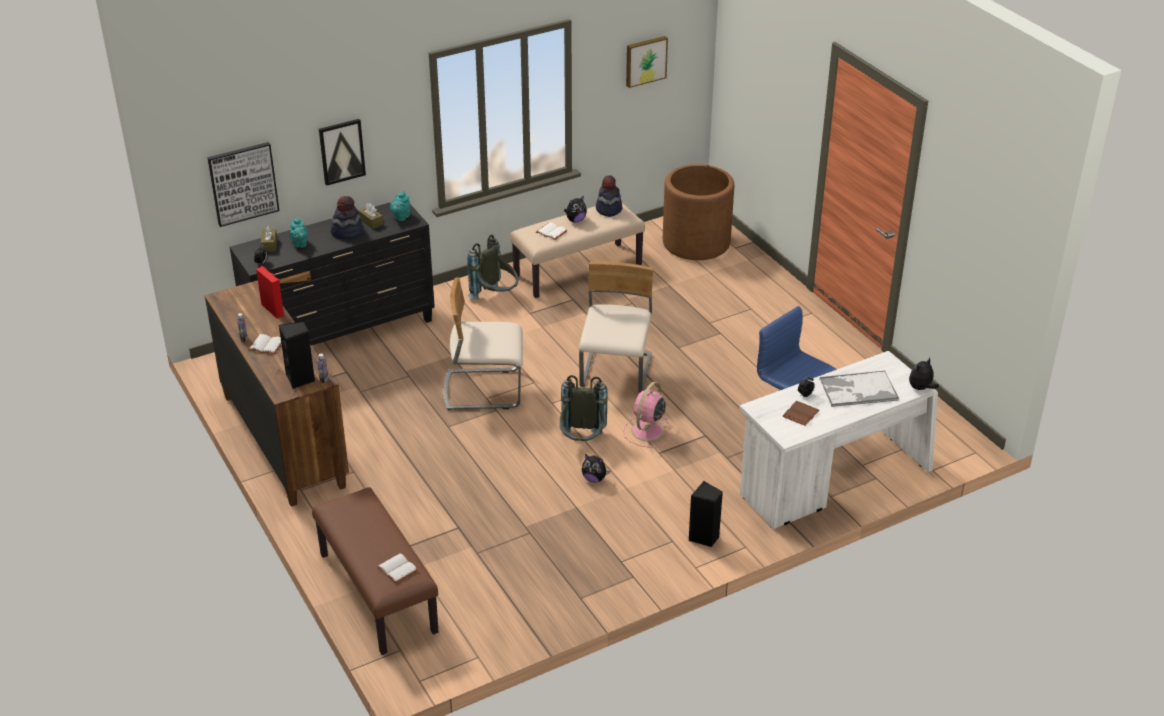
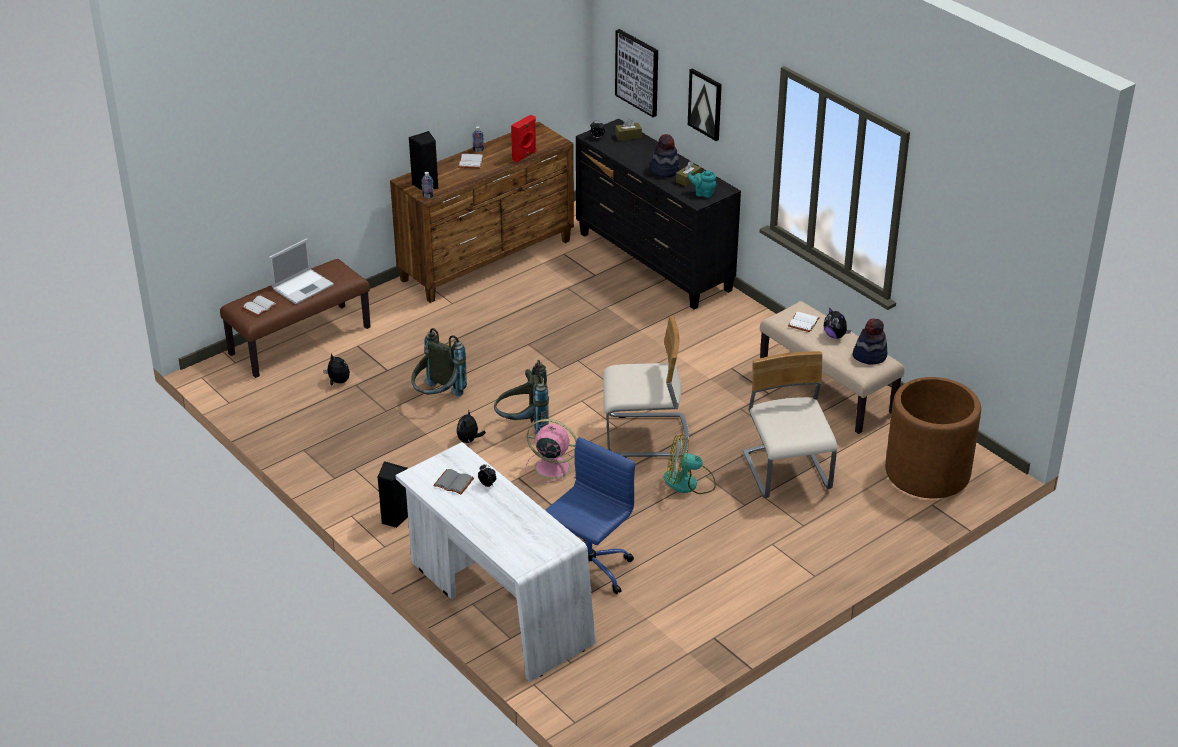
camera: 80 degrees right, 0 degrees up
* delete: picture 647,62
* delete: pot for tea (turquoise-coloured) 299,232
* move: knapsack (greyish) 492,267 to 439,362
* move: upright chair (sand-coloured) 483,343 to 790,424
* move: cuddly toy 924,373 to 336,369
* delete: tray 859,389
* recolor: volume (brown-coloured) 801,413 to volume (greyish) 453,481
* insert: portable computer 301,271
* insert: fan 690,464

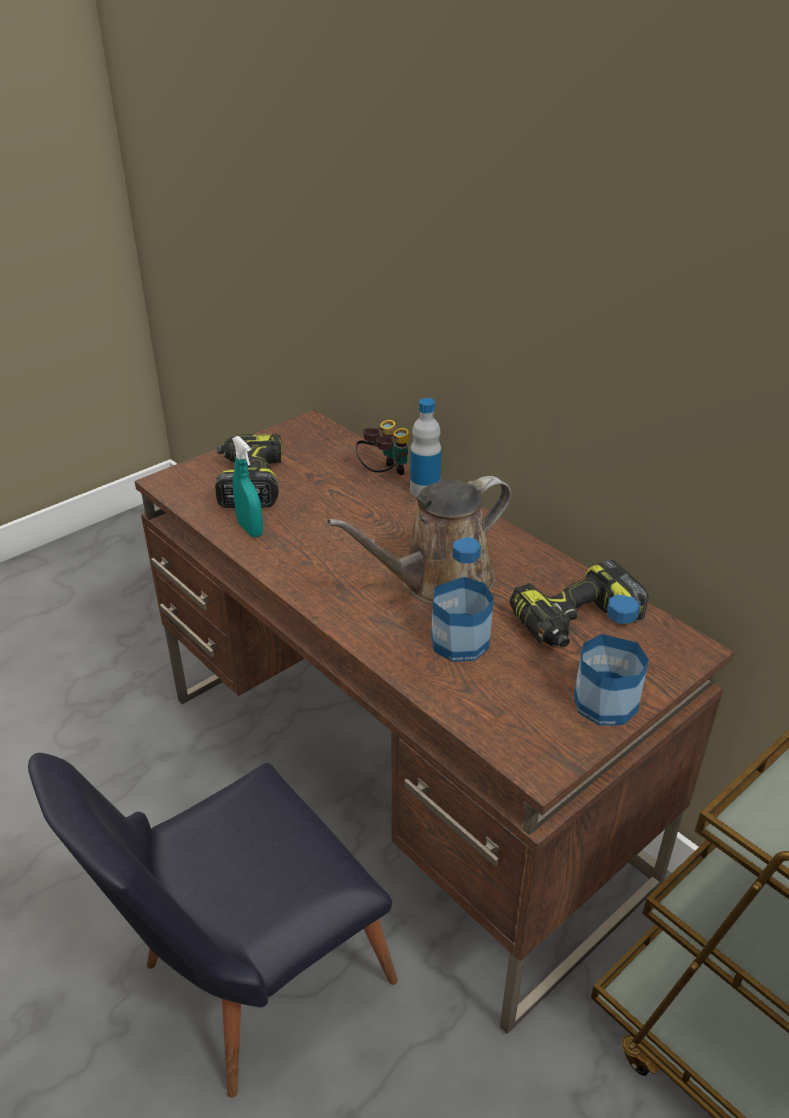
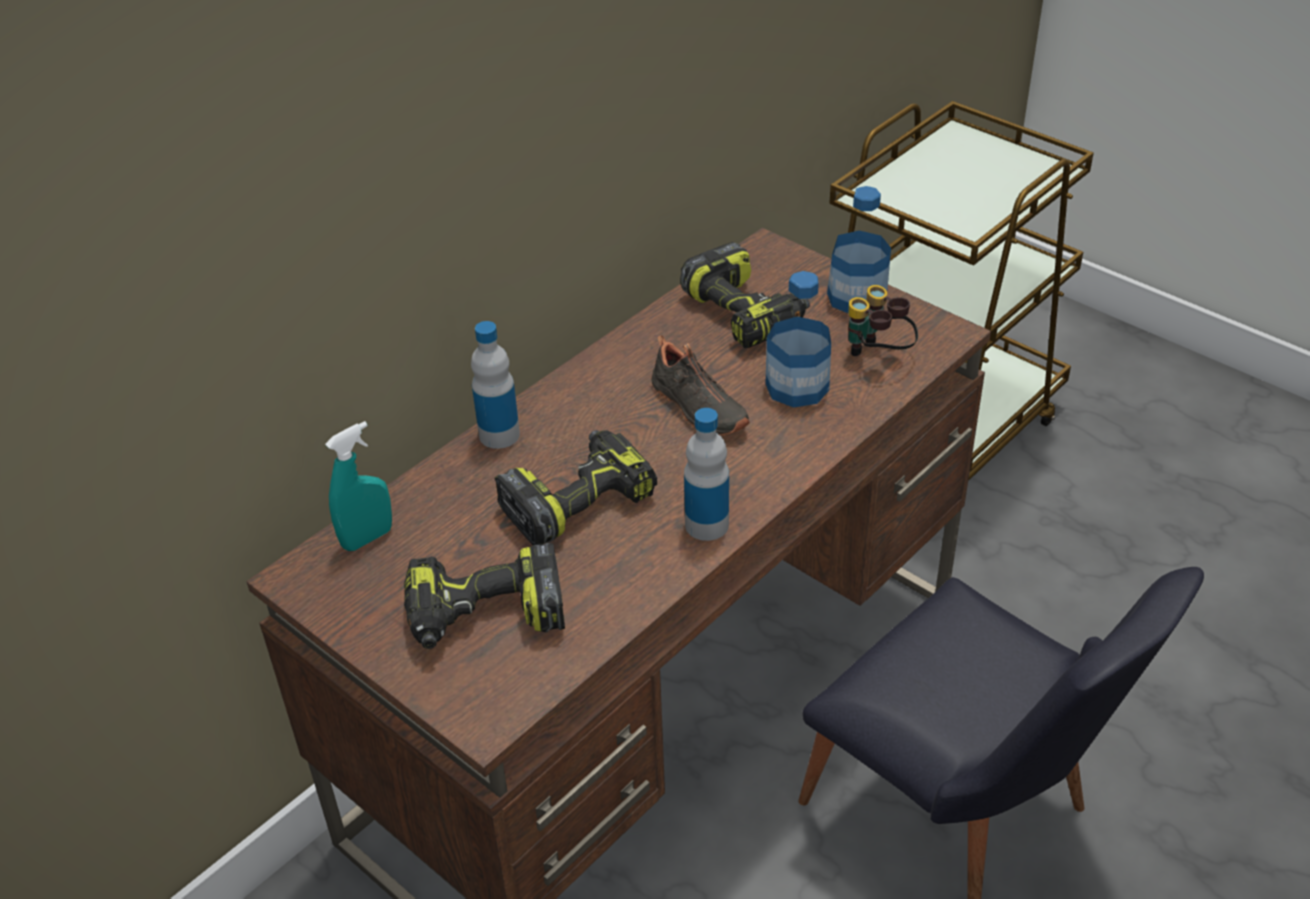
camera: 95 degrees left, 5 degrees up
* move: pair of binoculars 382,447 to 883,320
* move: spray bottle (turquoise-coloured) 247,486 to 358,486
* replace: watering can (brown-coloured) 419,540 to shoe (blackish) 700,385
* insert: bottle 706,474
* insert: drill 576,487

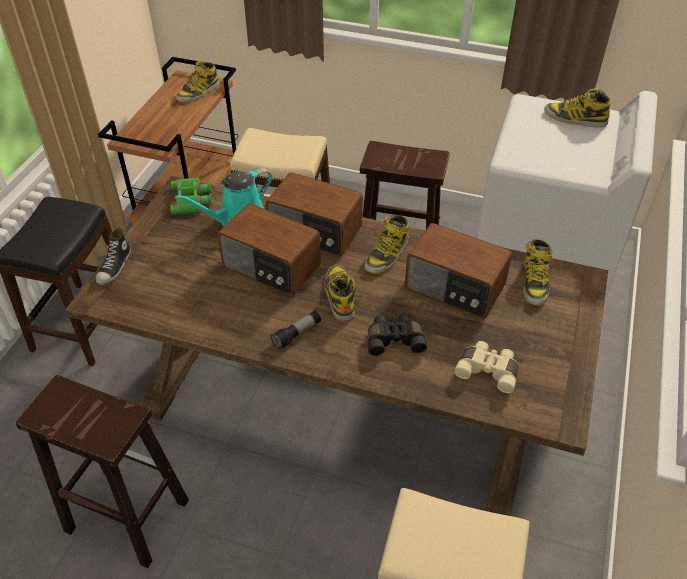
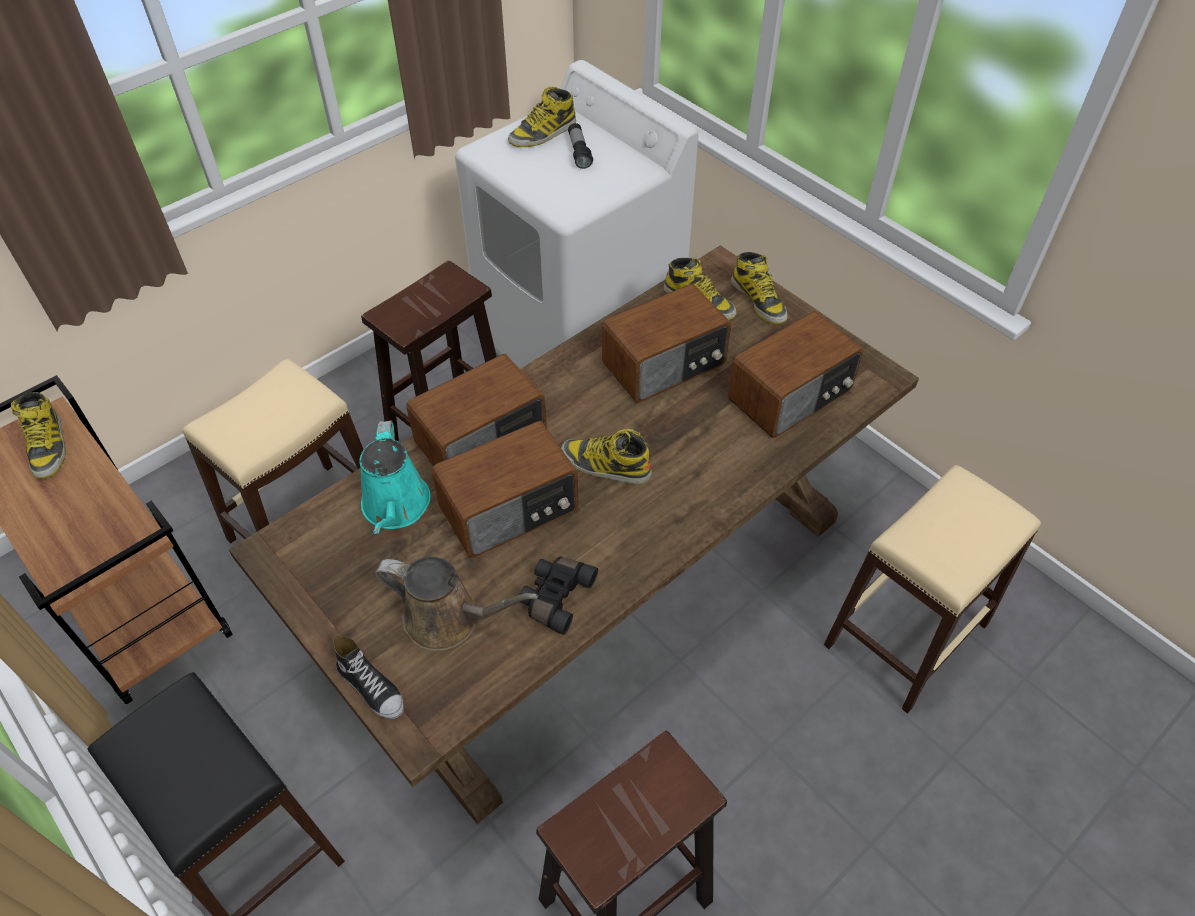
camera: 60 degrees left, 5 degrees up
* delete: pair of binoculars (green) 191,195
* move: high-top boot 387,244 to 759,288
* move: hand torch 296,330 to 580,146
* move: pair of binoculars (blackish) 397,335 to 558,596
* replace: pair of binoculars (sand-coloured) 486,367 to radio set 795,374
* insert: watering can (brown-coloured) 456,604

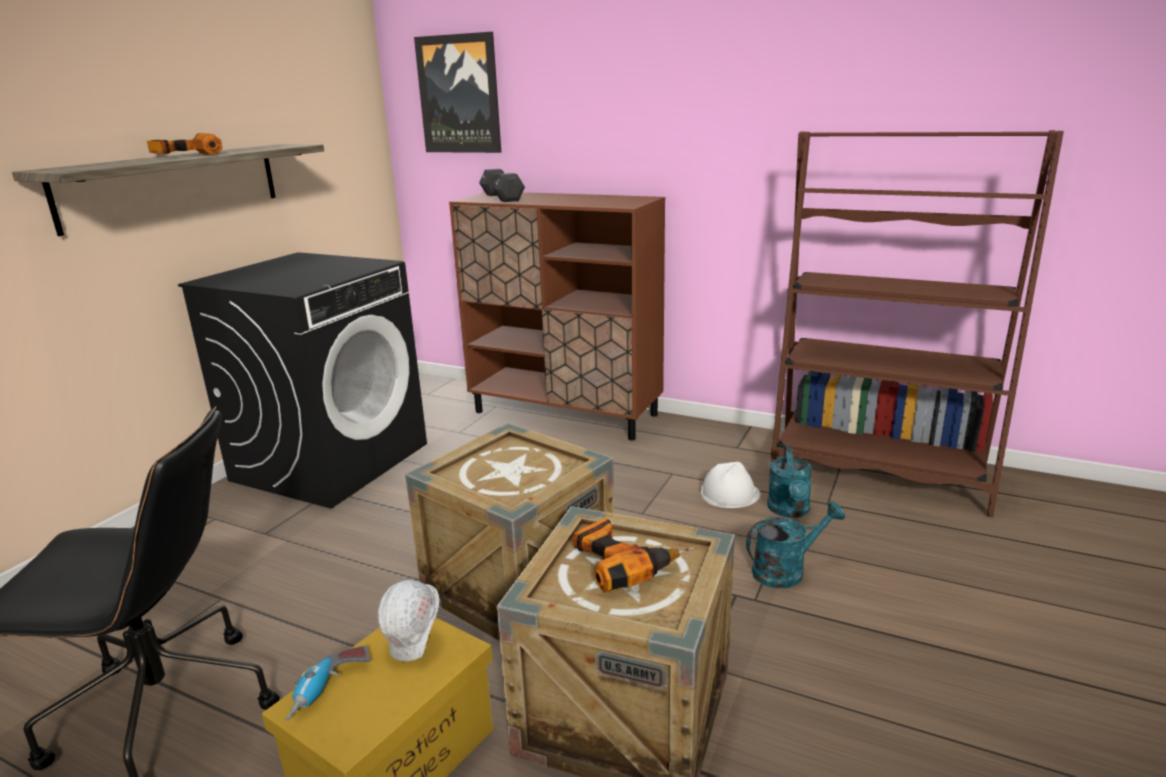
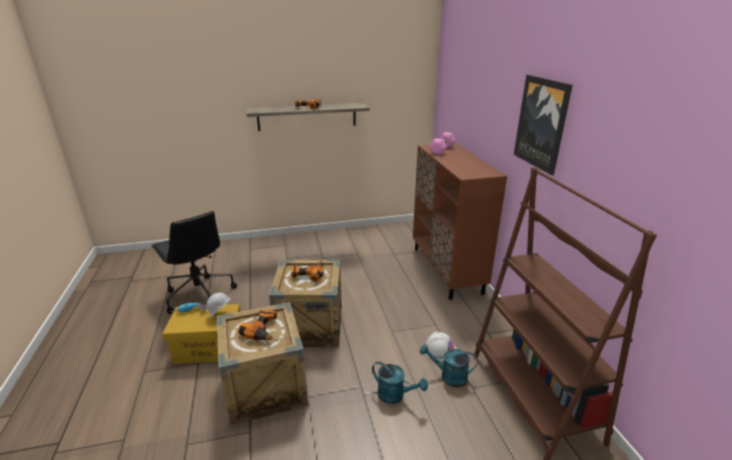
camera: 50 degrees right, 5 degrees up
* move: picture 457,92 to 543,125
* recolor: dumbbell (blackish) 502,185 to dumbbell (pink) 442,143
* delete: laundry appliance (blackish) 302,380
* rotate: watering can (turquoise-coloured) 790,481 = 448,365 45 degrees clockwise
* insert: drill 307,270

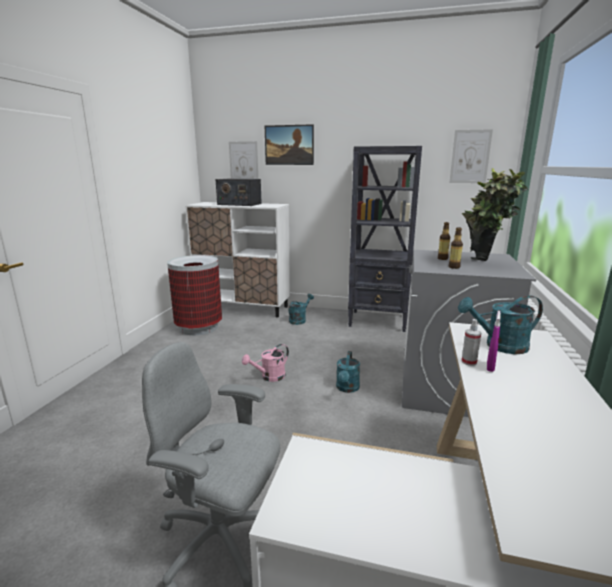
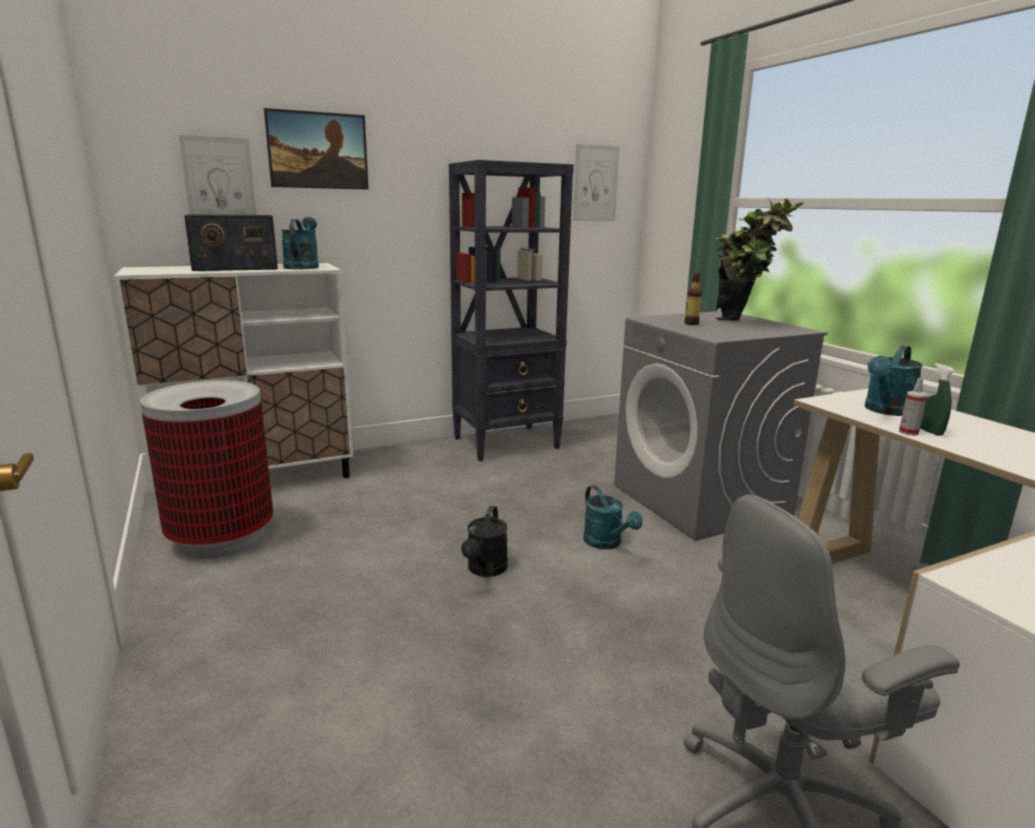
camera: 40 degrees left, 0 degrees up
* delete: bottle 456,248
* move: watering can (turquoise-coloured) 301,309 to 300,243
* recolor: spray bottle (purple) 494,341 to spray bottle (green) 937,399
* recolor: watering can (pink) 265,363 to watering can (blackish) 484,541

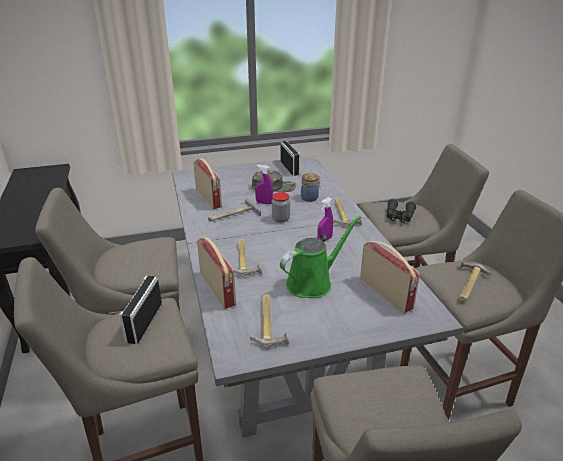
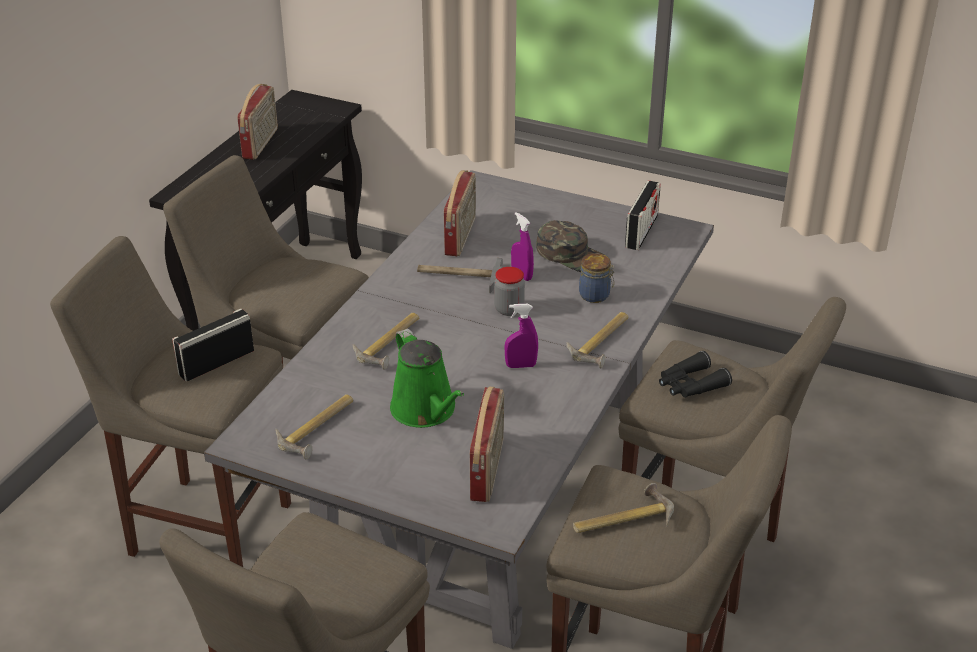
camera: 40 degrees right, 5 degrees up
* rotate: watering can (green) 320,257 = 427,378 60 degrees clockwise
* move: radio set 216,273 to 257,122

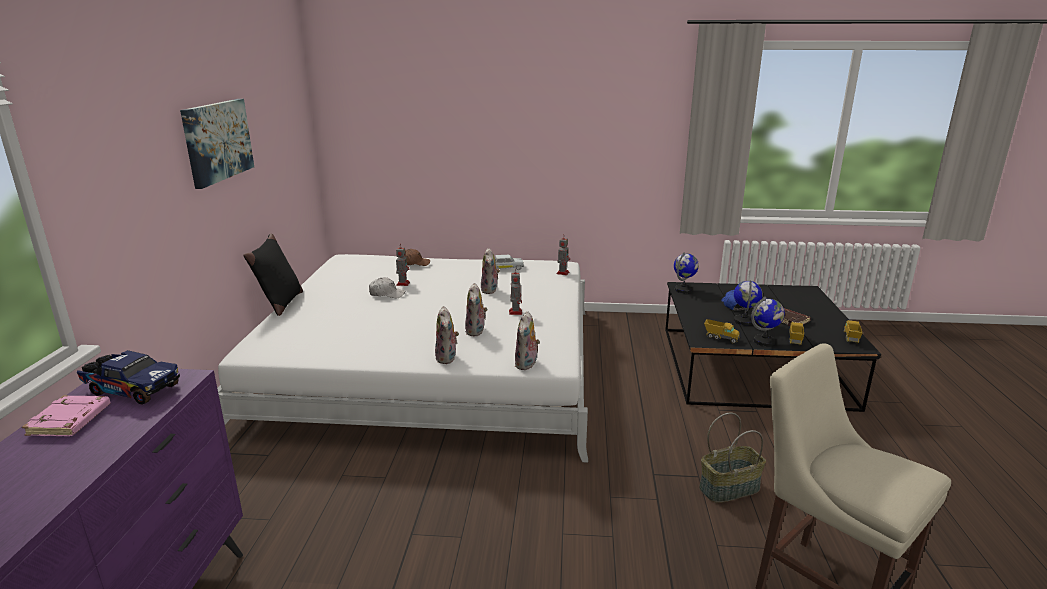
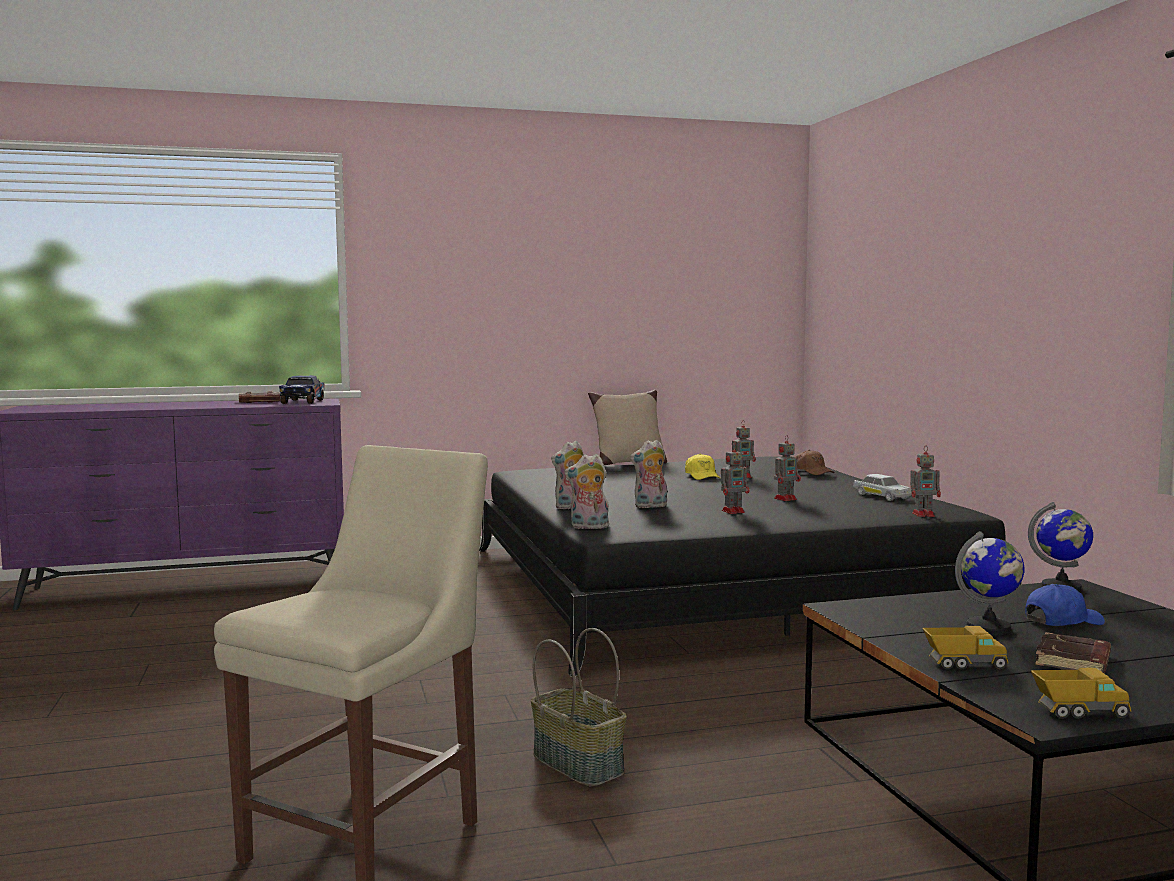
camera: 70 degrees right, 15 degrees down
* delete: picture 217,144
* recolor: pillow (blackish) 273,275 to pillow (sand-coloured) 627,427
* replace: cuddly toy 490,271 to model robot 787,468
* recolor: bed (white-coloured) 402,358 to bed (blackish) 750,566
* recolor: peaked cap (white-coloured) 387,287 to peaked cap (yellow-coloured) 703,466
* delete: globe 768,321
* delete: toy truck 722,331
* recolor: volume (pink) 66,415 to volume (brown-coloured) 259,397

